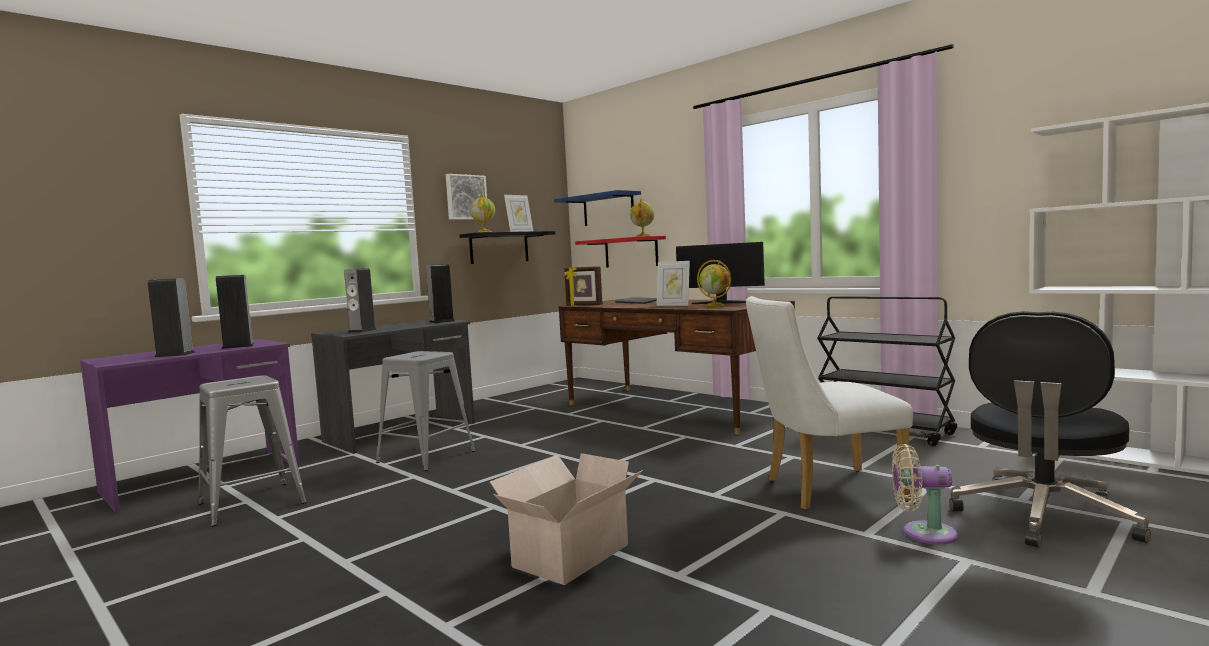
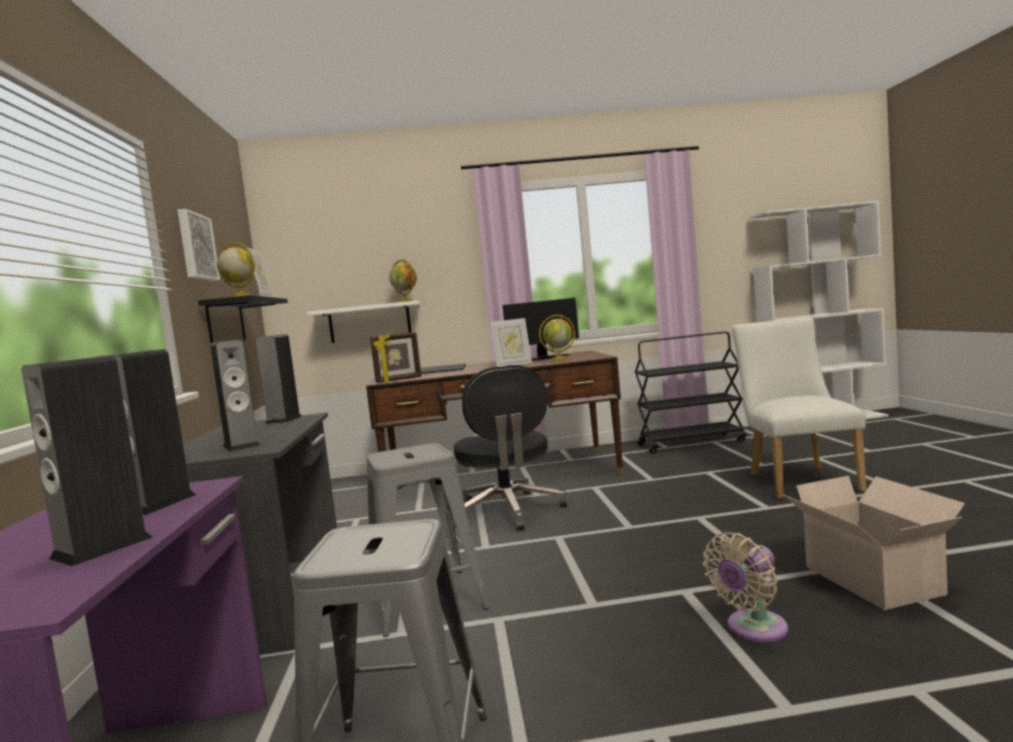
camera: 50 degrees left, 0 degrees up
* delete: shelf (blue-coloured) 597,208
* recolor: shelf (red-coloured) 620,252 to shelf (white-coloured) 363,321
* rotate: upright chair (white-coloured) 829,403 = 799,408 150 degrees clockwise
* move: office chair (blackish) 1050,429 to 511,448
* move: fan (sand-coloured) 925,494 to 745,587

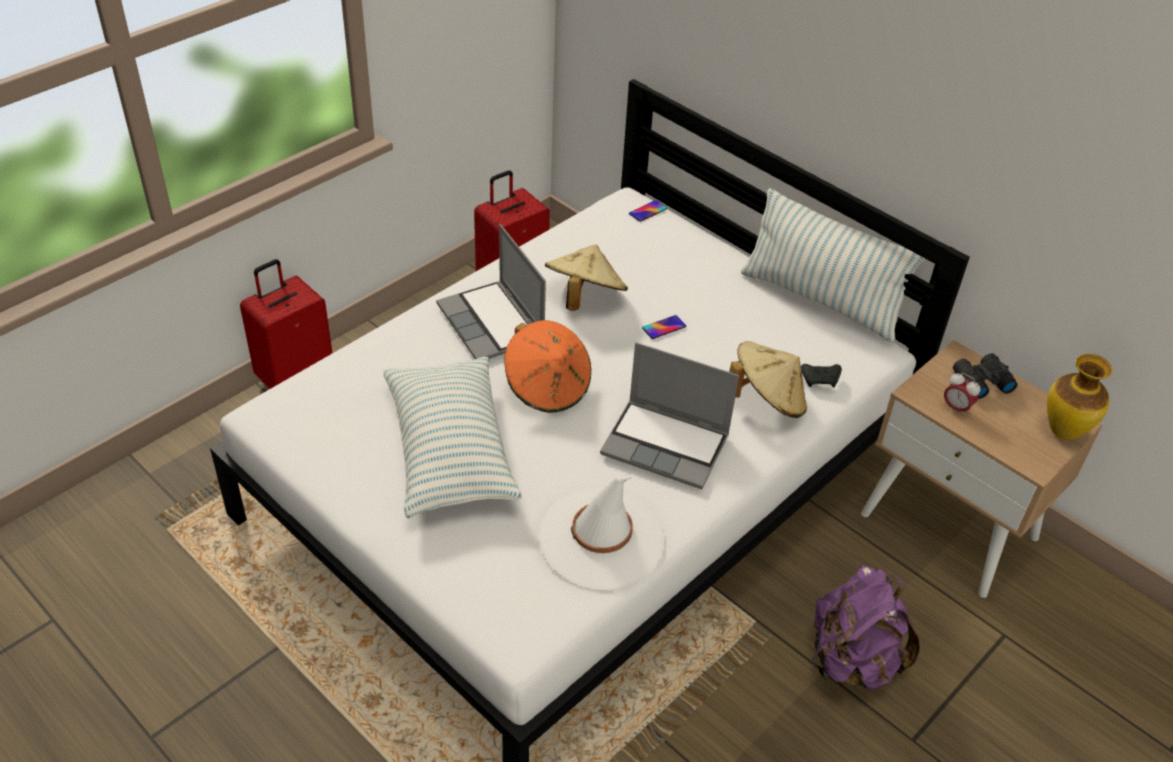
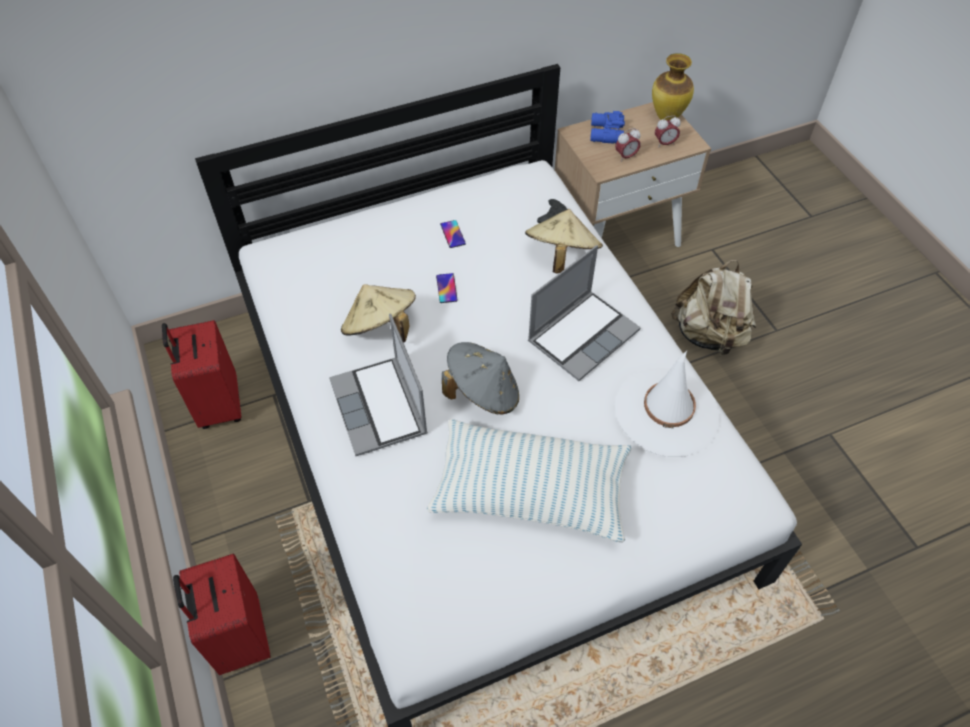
camera: 65 degrees left, 10 degrees up
* delete: pillow 833,265
* move: phone 648,211 to 453,234
* rotate: portable computer 491,291 = 378,385 75 degrees clockwise
* recolor: clothing hat (orange-coloured) 547,366 to clothing hat (greyish) 480,378
* recolor: pair of binoculars (blackish) 985,376 to pair of binoculars (blue-coloured) 607,127
* recolor: knapsack (purple) 866,627 to knapsack (sand-coloured) 713,308
* insert: alarm clock 668,131

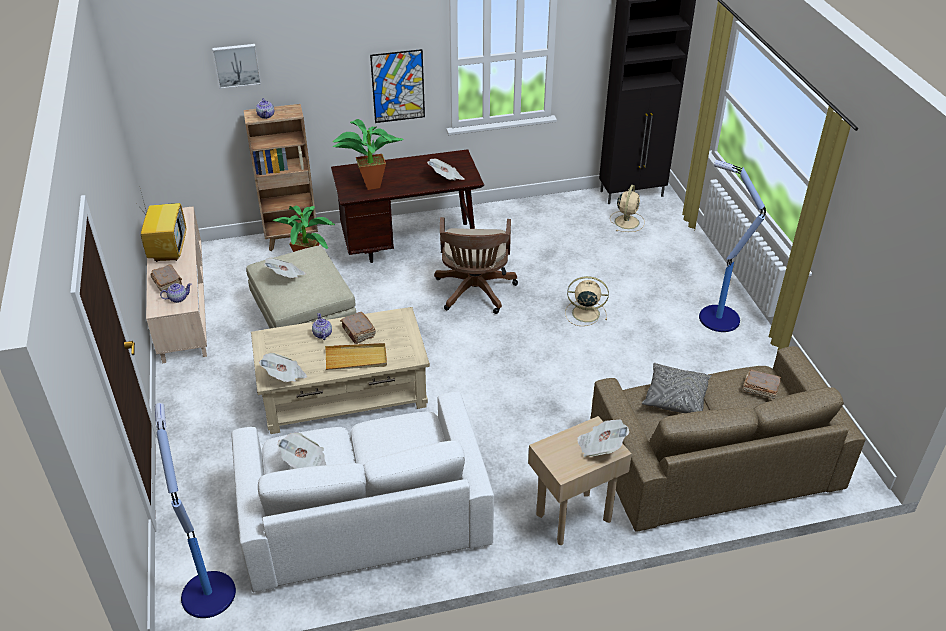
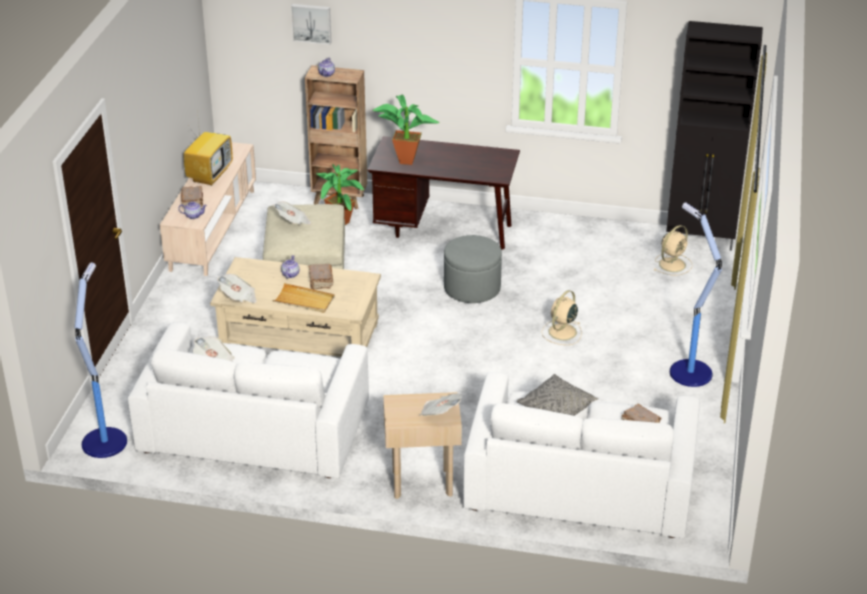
camera: 25 degrees right, 5 degrees down
* delete: picture 397,86
* delete: newspaper 445,170
* replace: office chair (brown-coloured) 476,265 to pouffe (greyish) 473,269
* rotate: fan (sand-coloured) 587,301 = 562,317 90 degrees counterclockwise
* recolor: settee (brown-coloured) 728,439 to settee (white-coloured) 581,455

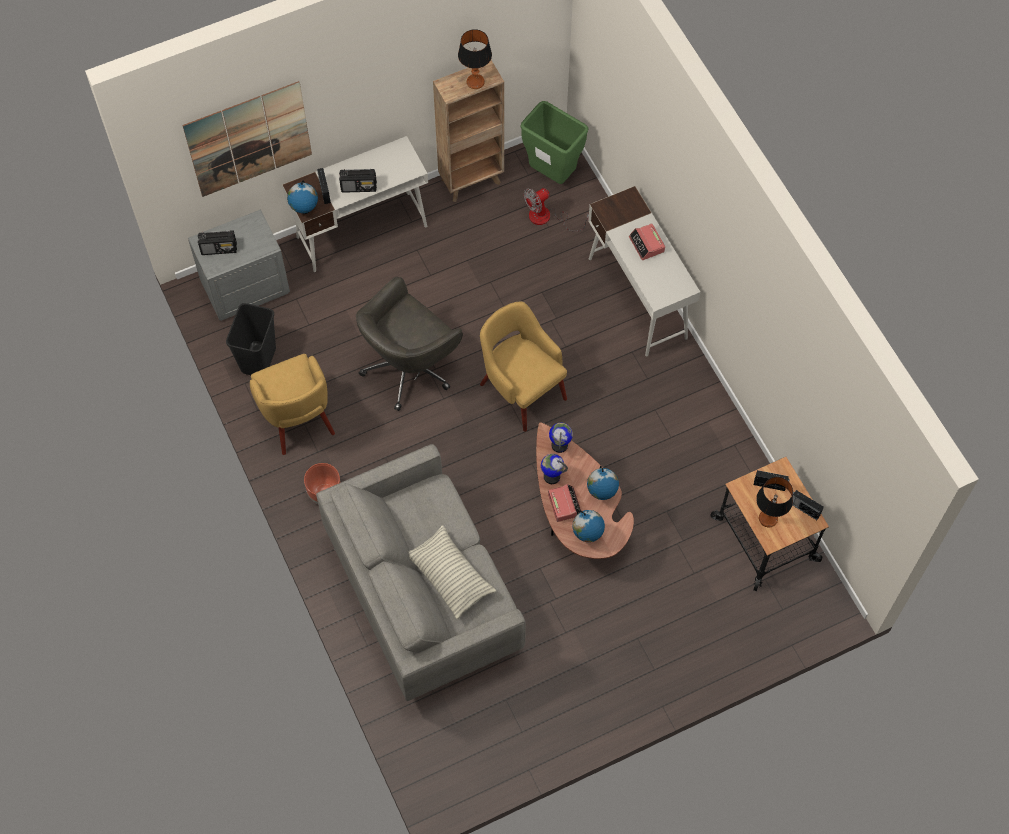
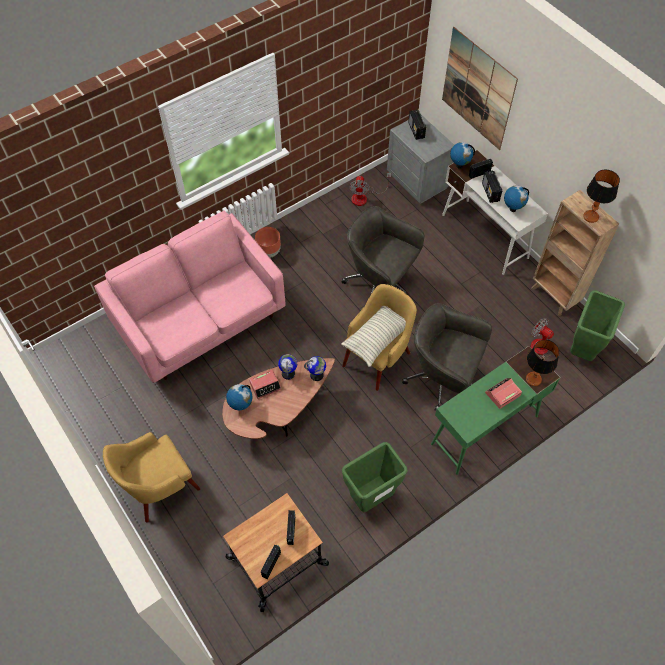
camera: 80 degrees right, 5 degrees down
* recolor: desk (white-coloured) 644,271 to desk (green) 495,410
* replace: waste bin (blackish) 251,339 to fan 370,189
* move: lounge chair (yellow-coloured) 292,404 to 151,477
* recolor: settee (greyish) 421,572 to settee (pink) 190,297
* move: globe 603,483 to 516,198
* move: table lamp 774,502 to 542,363
* move: pillow 452,572 to 373,336
* insert: office chair (greyish) 447,357
* insert: waste bin (green) 375,477

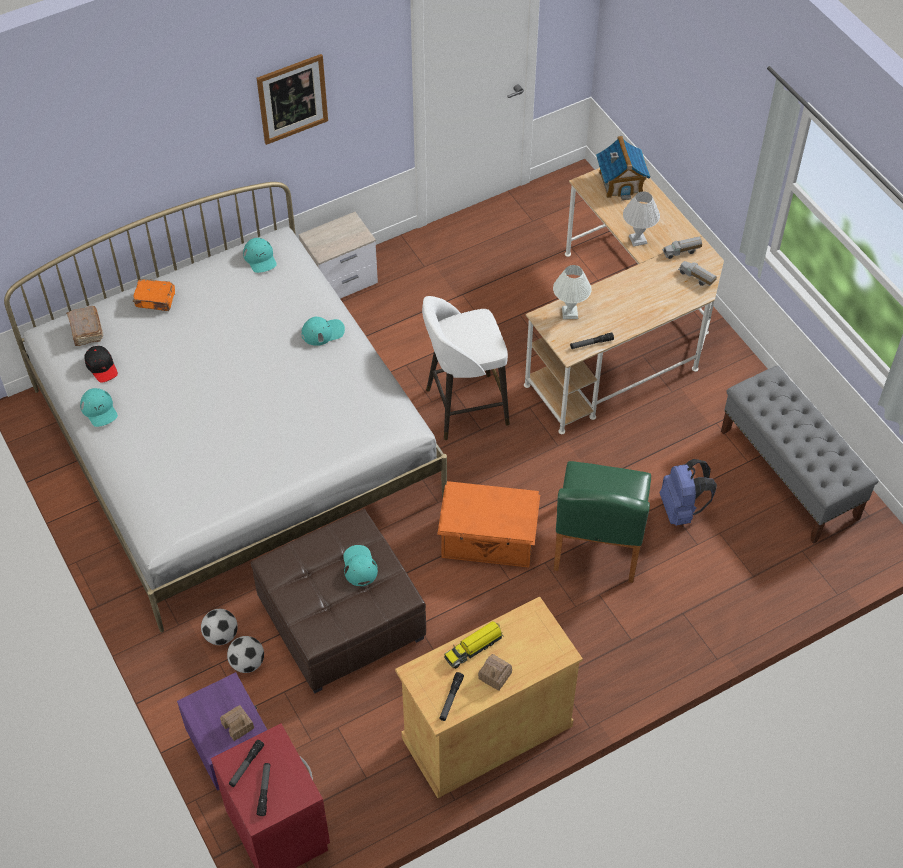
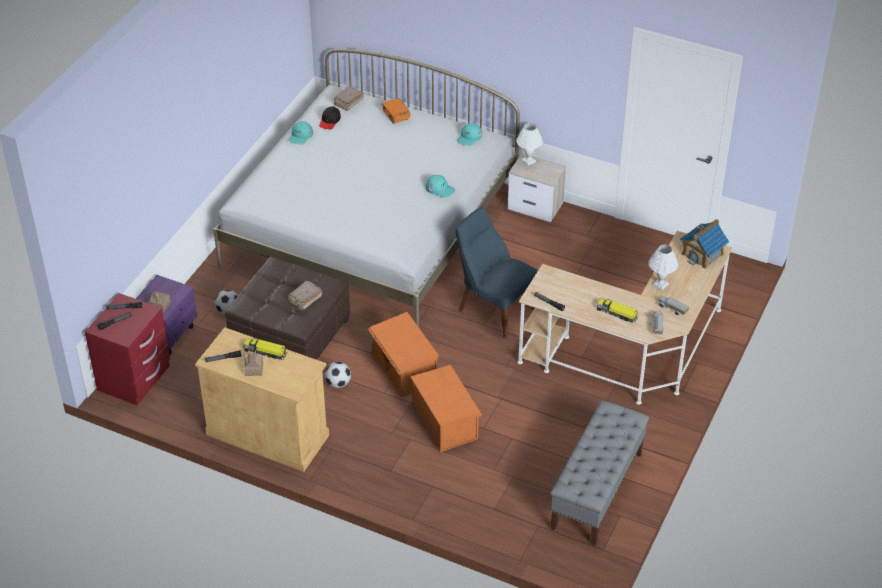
camera: 55 degrees right, 10 degrees down
* delete: picture 292,99
* move: table lamp (white-coloured) 572,292 to 529,144
* replace: sitting stool (white-coloured) 466,368 to upright chair (blue-coloured) 496,272
* delete: knapsack (blue-coloured) 688,492
* replace: upright chair (green) 602,522 to storage box (orange-coloured) 446,408
* replace: peaked cap (turquoise-coloured) 360,565 to volume (brown-coloured) 305,295
* move: football 219,627 to 338,375
* insert: toy truck 617,311

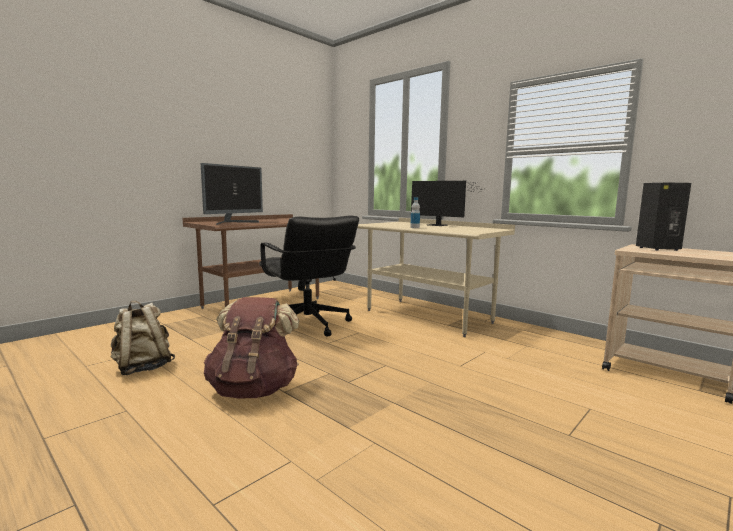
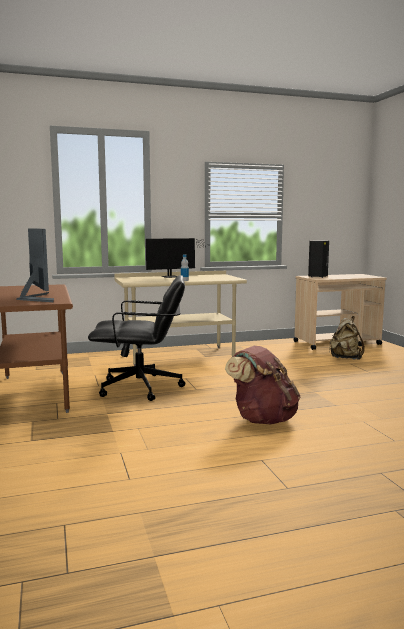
camera: 60 degrees left, 0 degrees up
* move: knapsack (sand-coloured) 143,338 to 347,338

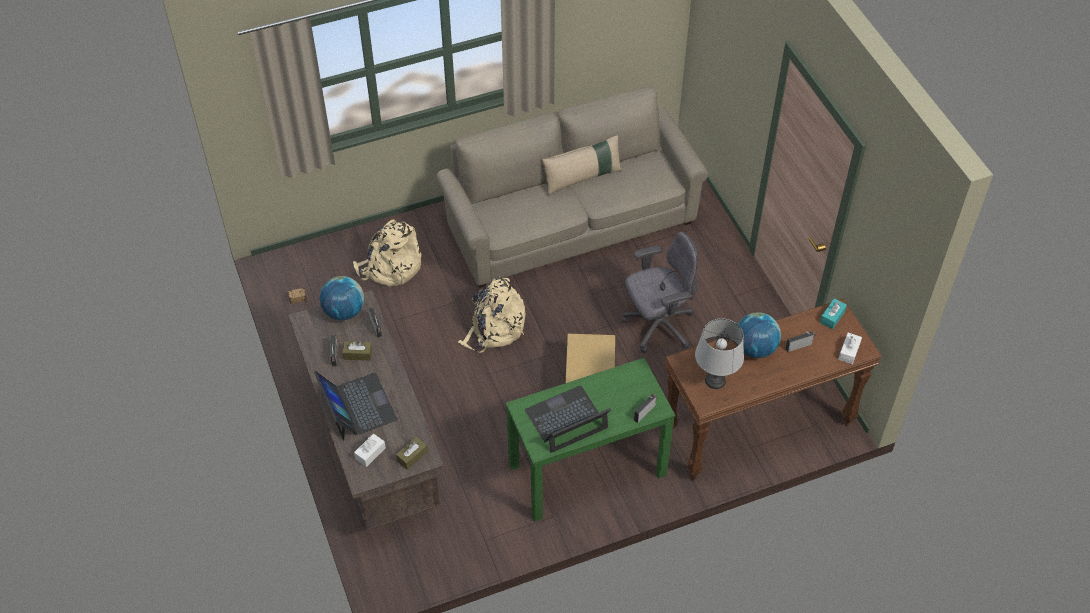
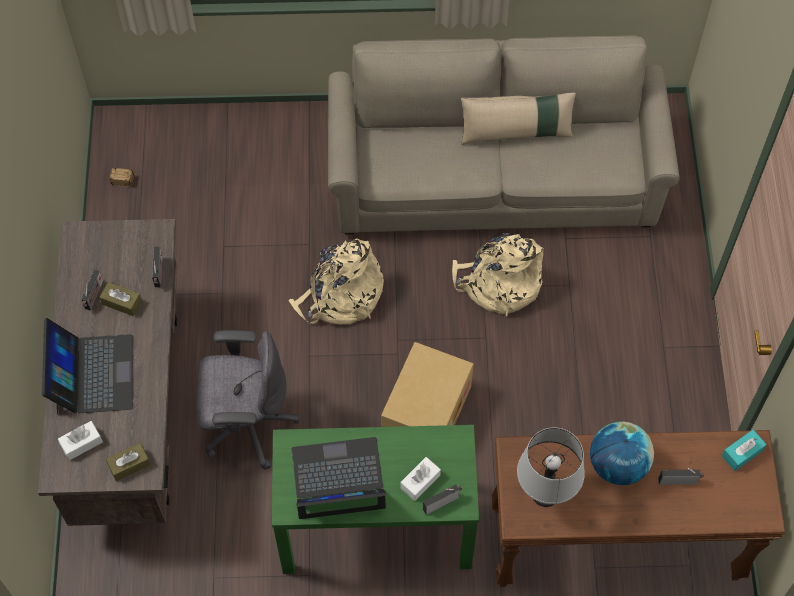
camera: 20 degrees right, 10 degrees up
* move: knapsack (sand-coloured) 387,253 to 497,274
* move: office chair (greyish) 660,292 to 248,399
* delete: globe 342,298
* move: box of tissues (white-coloured) 850,348 to 420,479

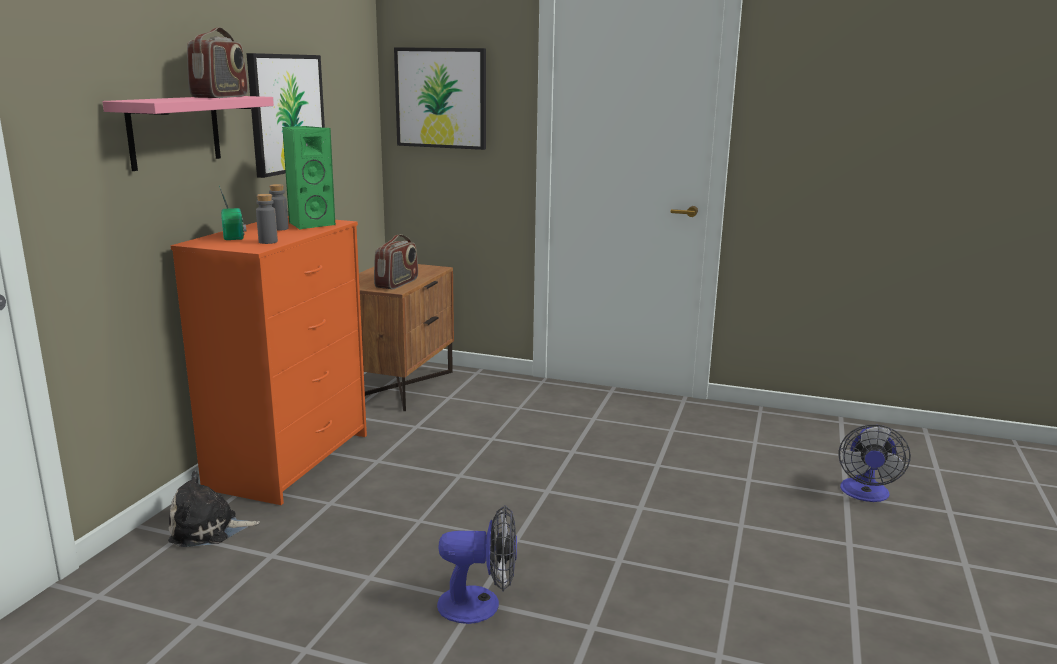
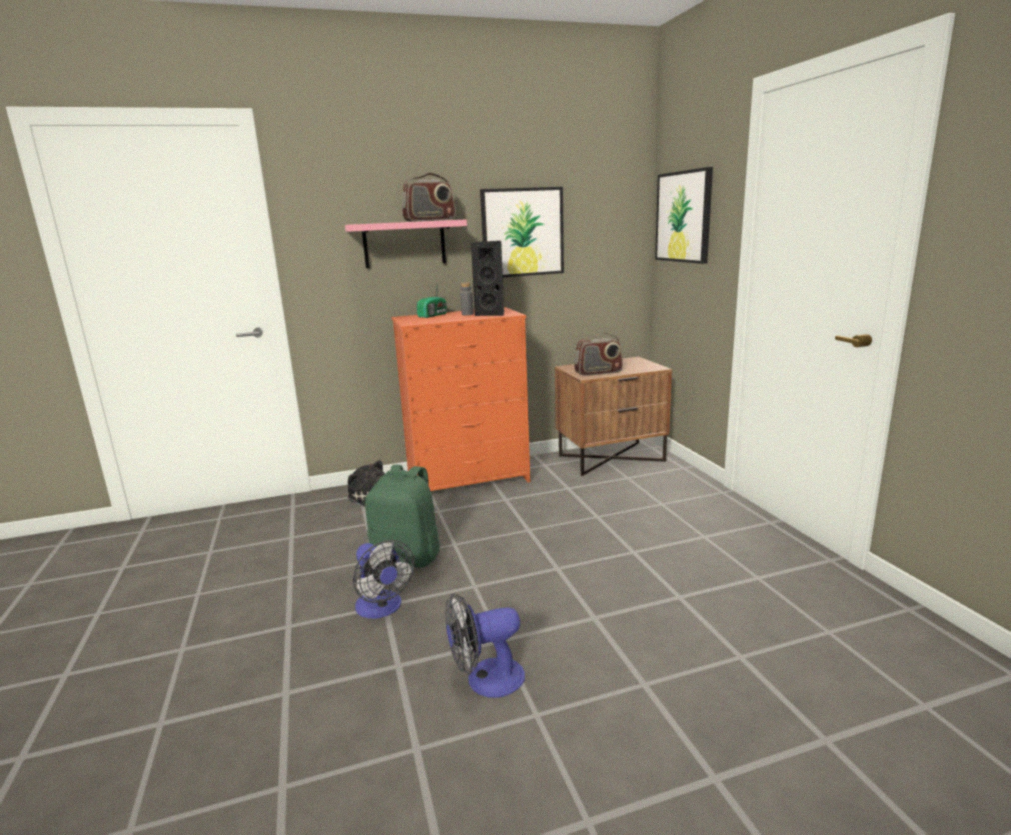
camera: 55 degrees right, 0 degrees up
* recolor: audio speaker (green) 308,177 to audio speaker (blackish) 487,278
* delete: bottle (greyish) 267,219
* move: fan 875,463 to 485,645
* insert: knapsack (green) 402,516

